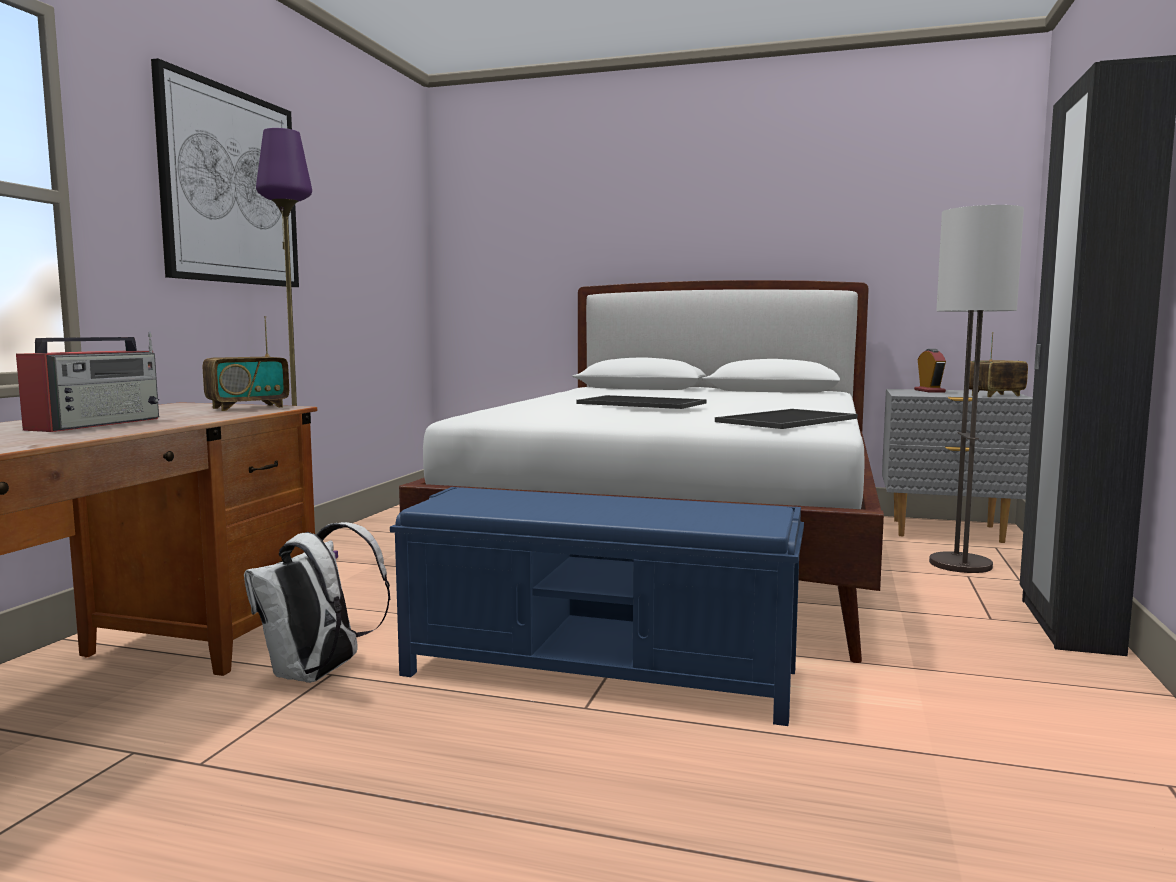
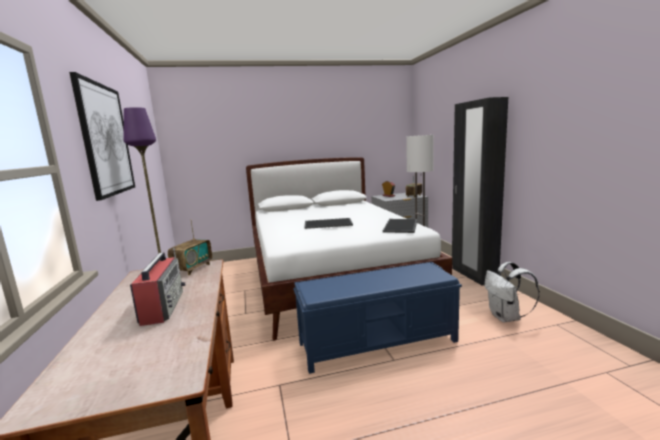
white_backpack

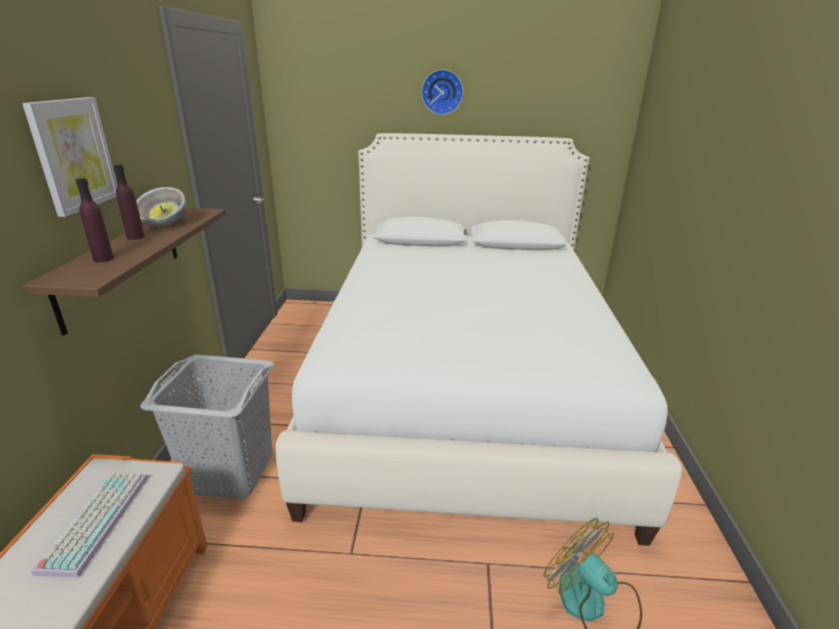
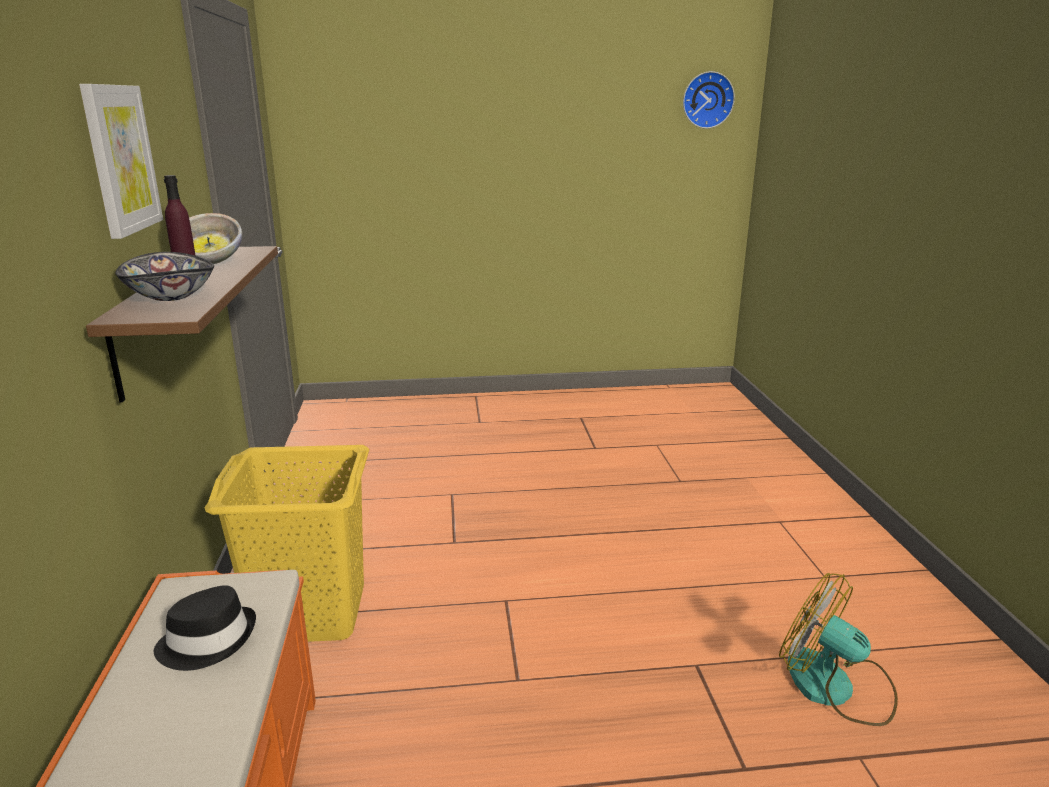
wall_clock
white_bed
bowl (1st from left)
yellow_laundry_basket
black_hat

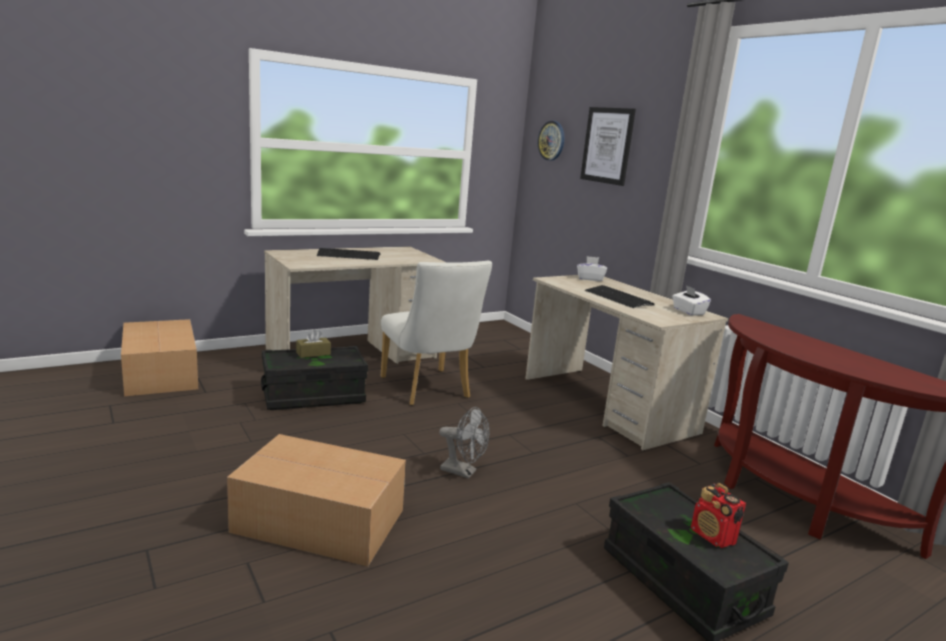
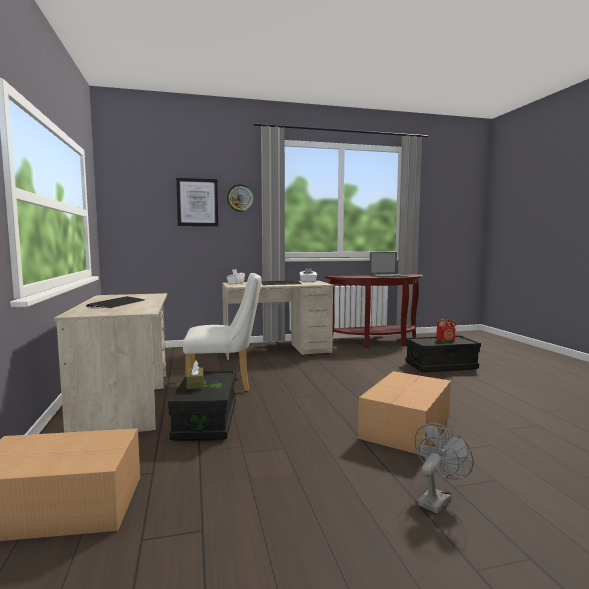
wall_clock
grey_fan
laptop

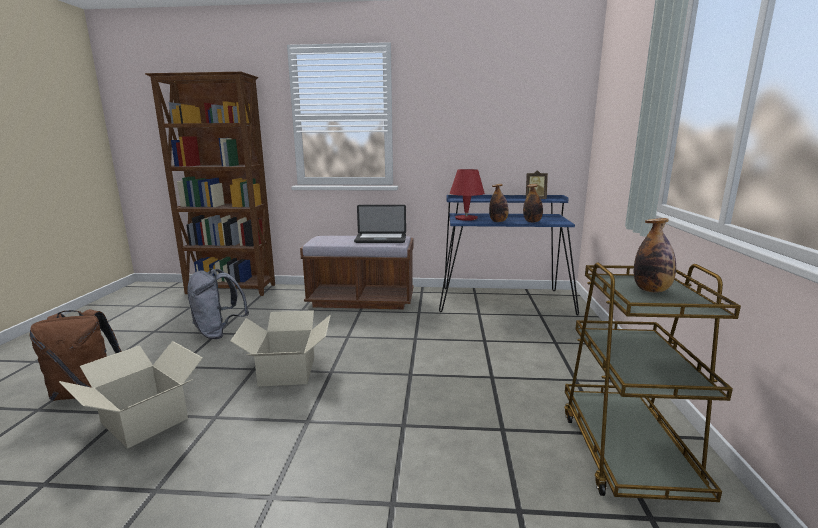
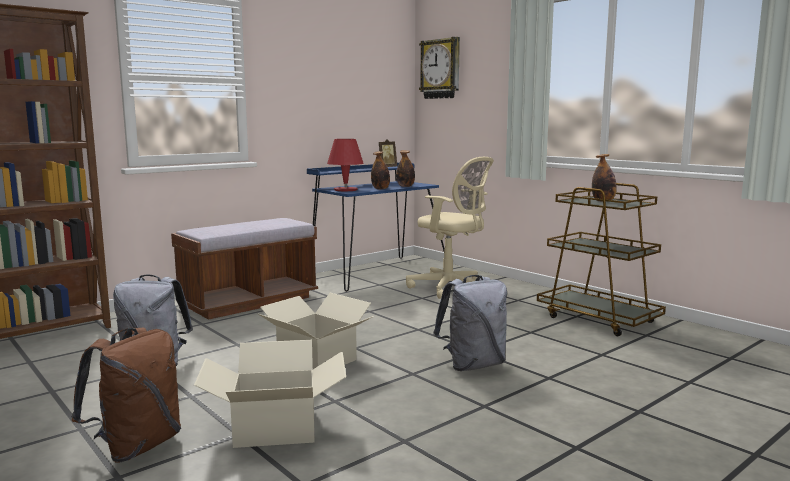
laptop
wall_clock
beige_office_chair
grey_backpack (2nd from left)

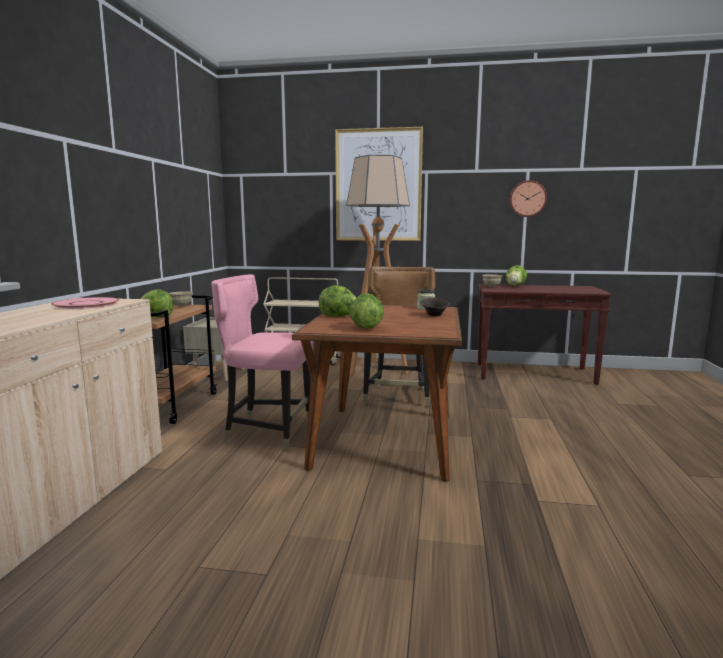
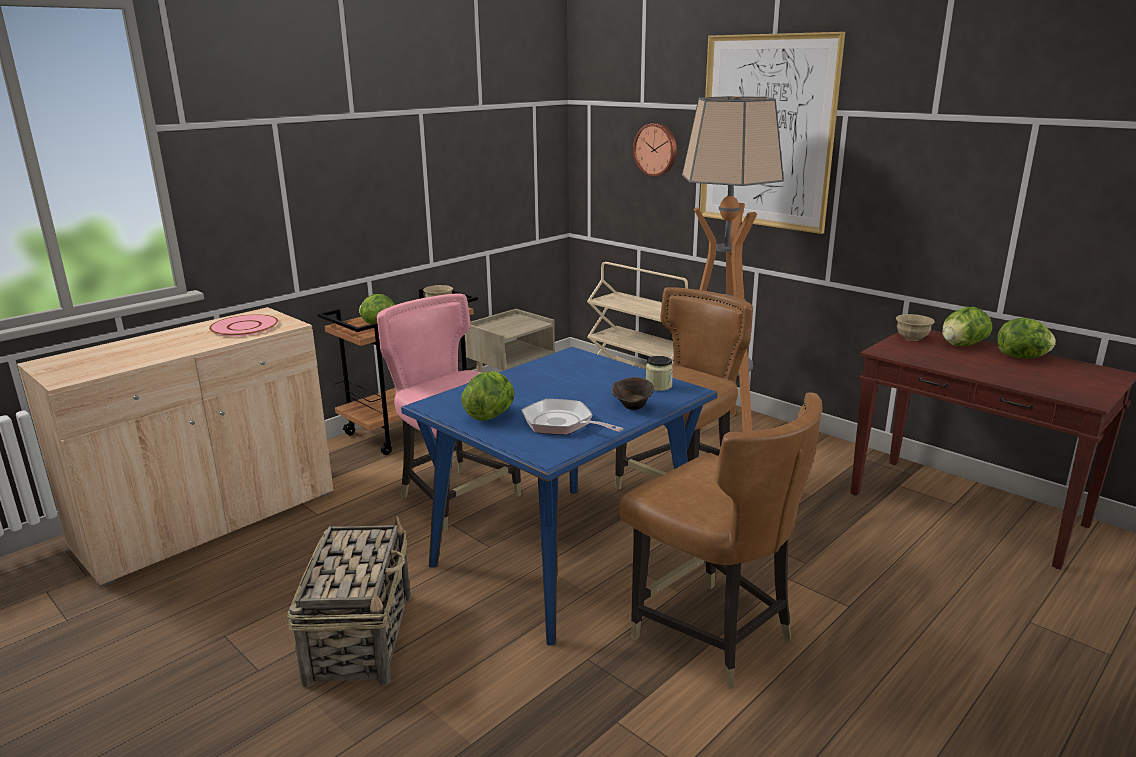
wall_clock
lettuce (4th from left)
blue_dining_table
brown_chair (2nd from left)
frying_pan
basket

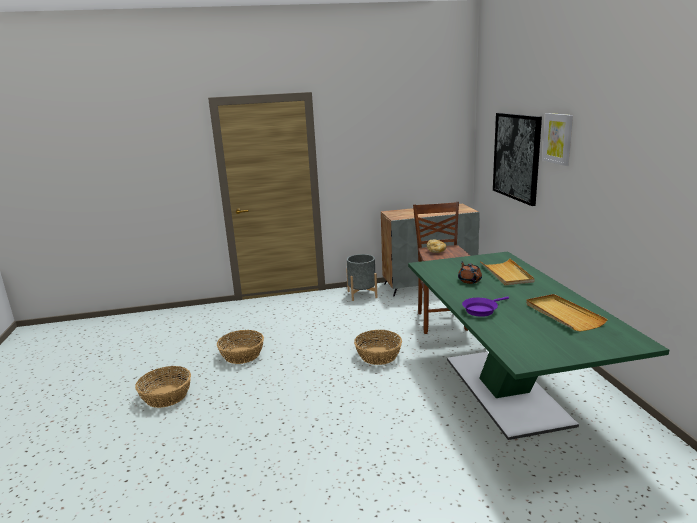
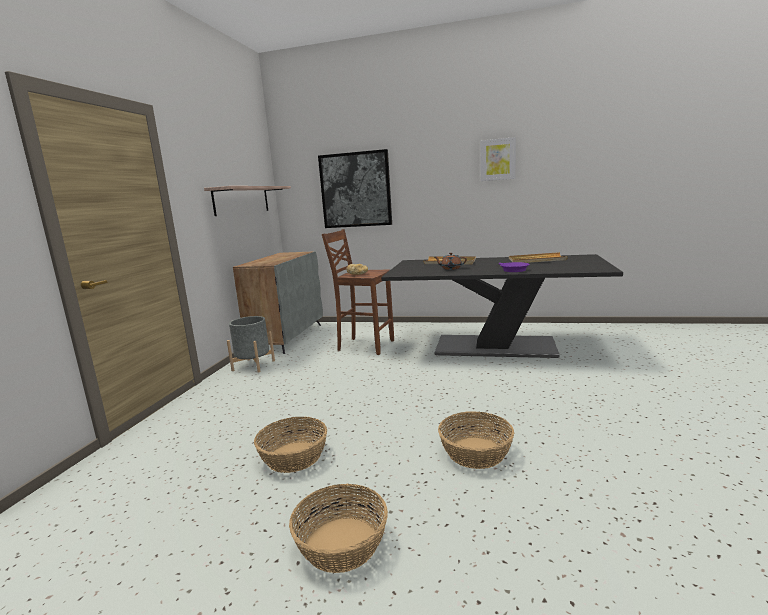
picture (2nd from left)
black_dining_table
basket (3rd from left)
shelf

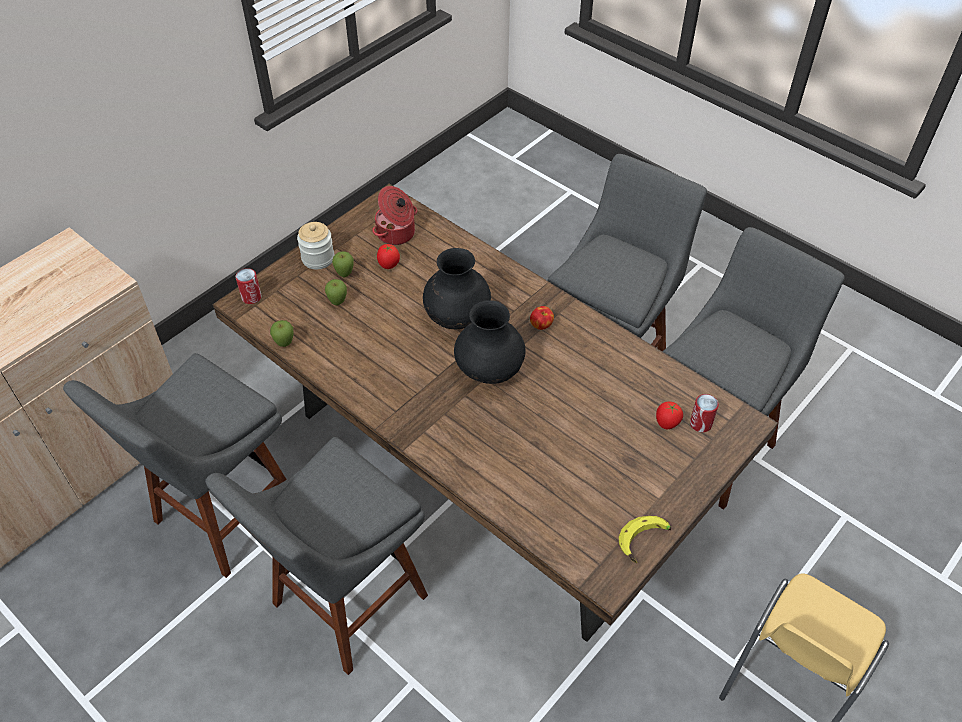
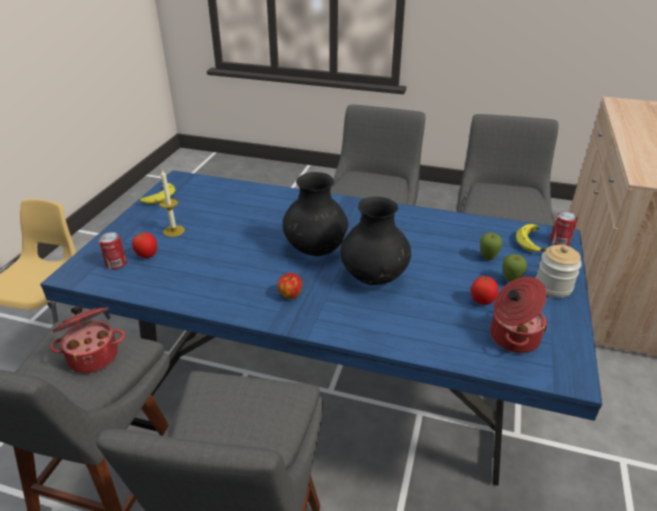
blue_dining_table
apple (1st from left in the first image)
candle
banana (2nd from left)
cooking_pot (1st from left)

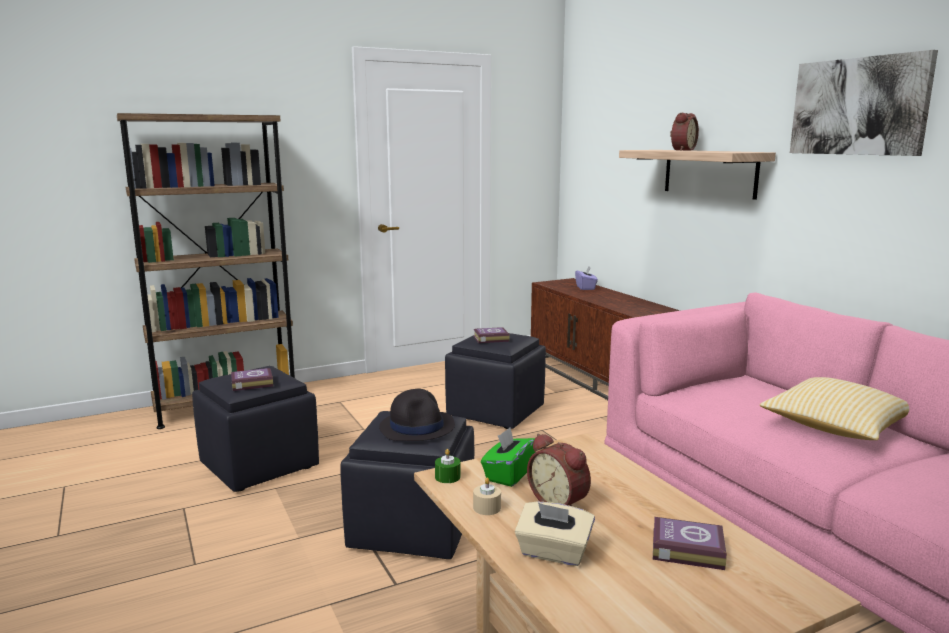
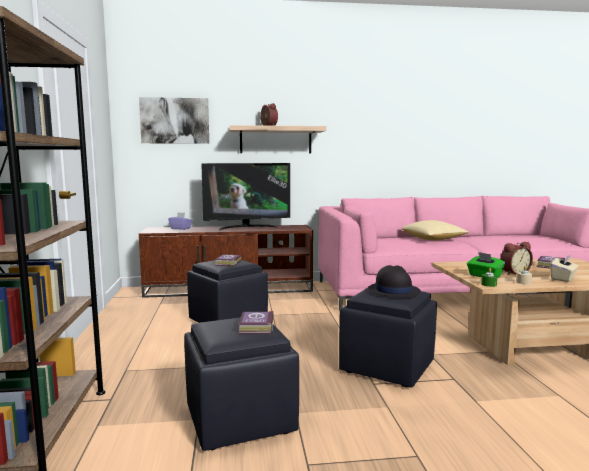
picture
television

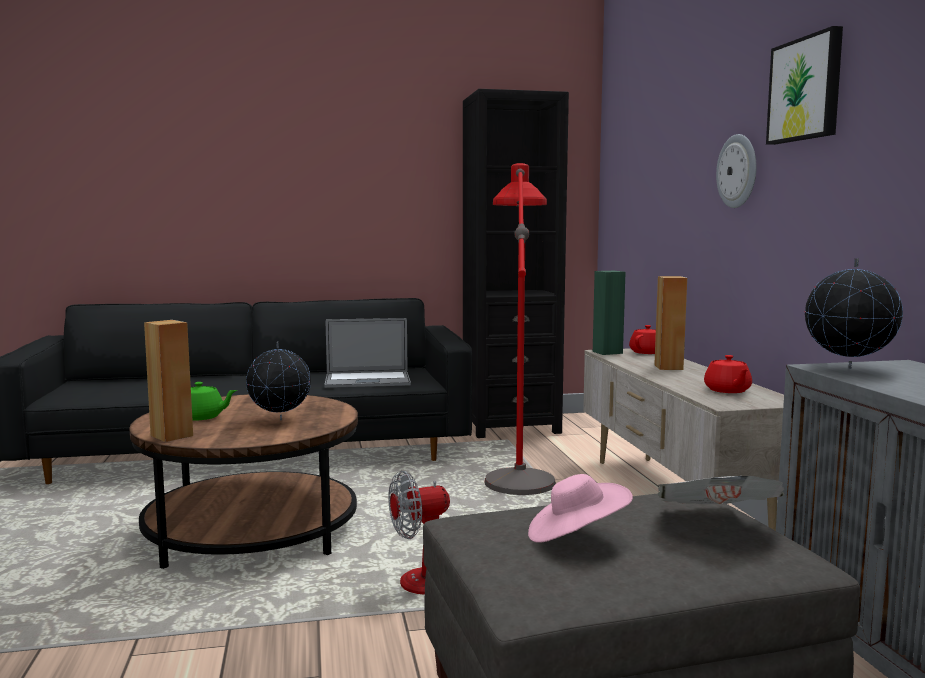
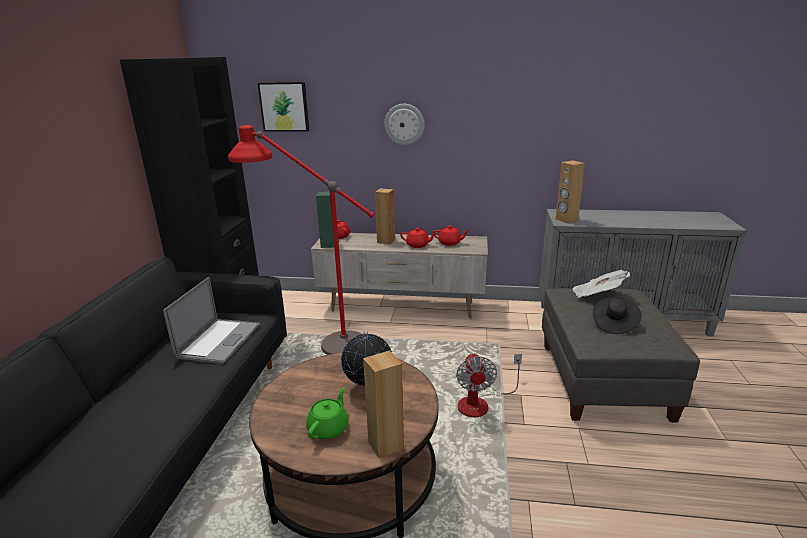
picture
brown_speaker (3rd from left)
black_hat
red_teapot (2nd from left)

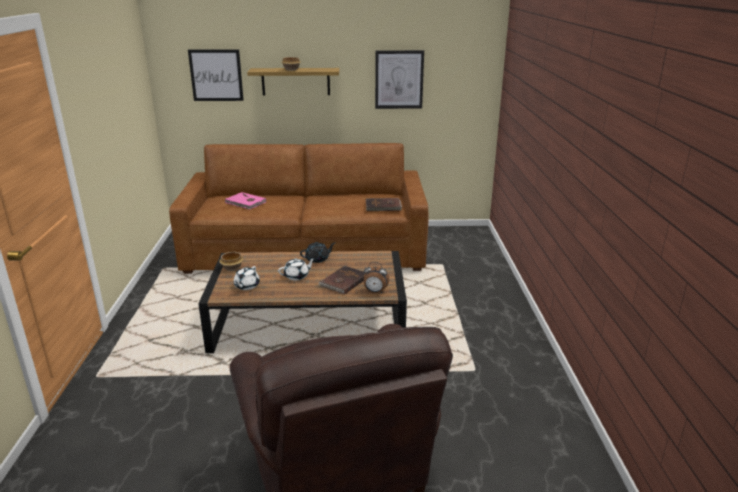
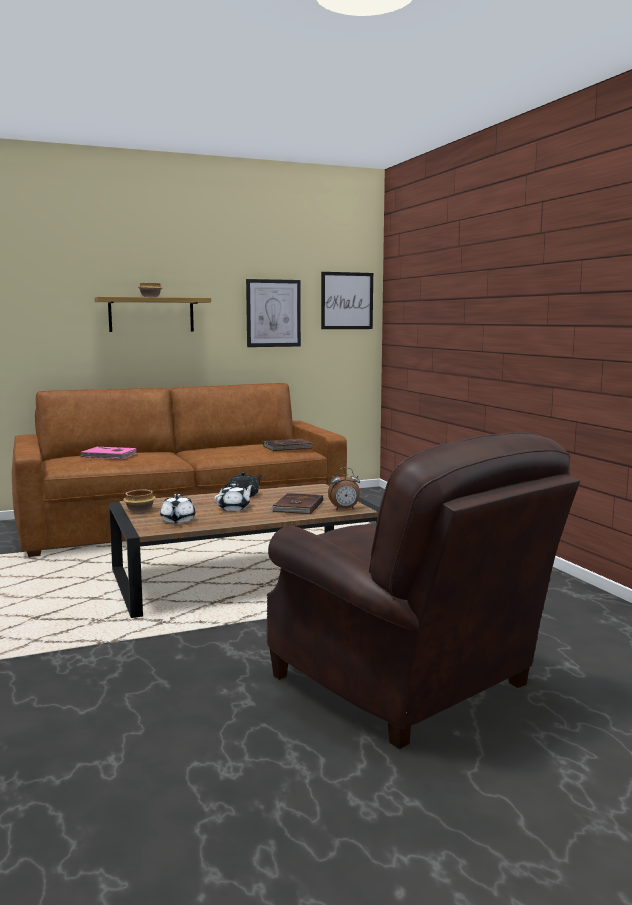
picture (2nd from left)

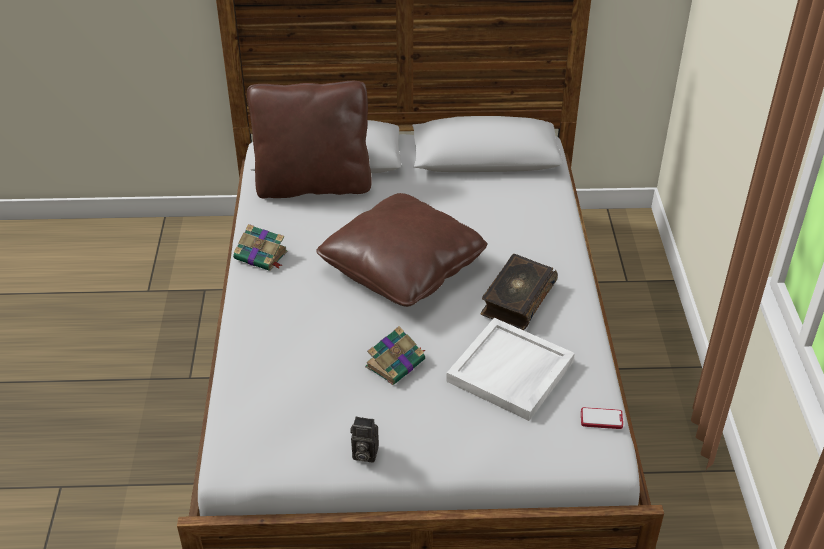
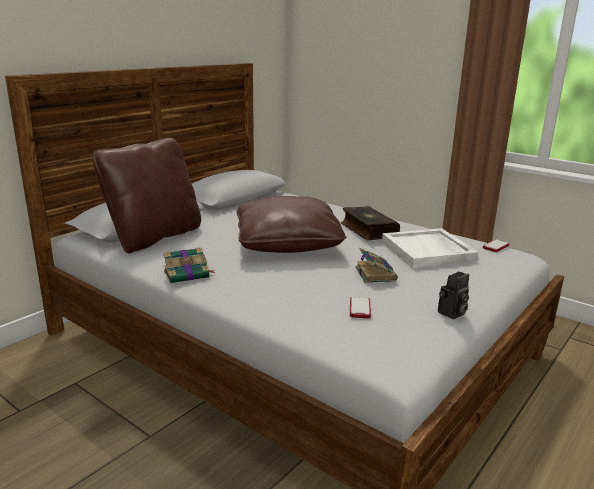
phone (1st from left)

